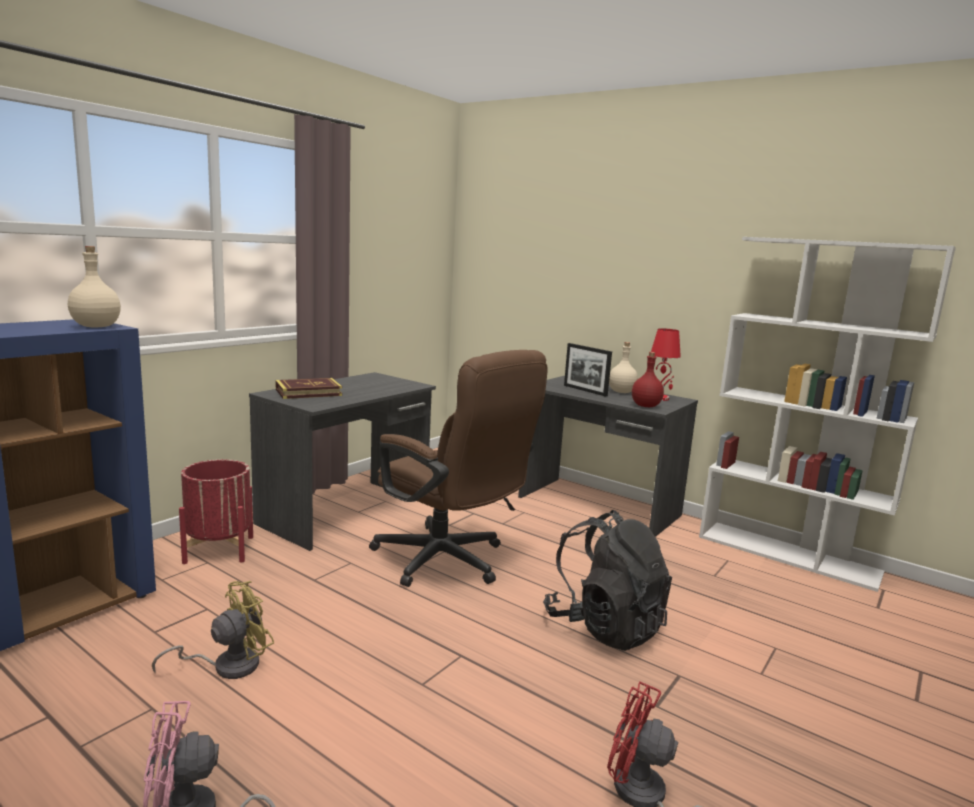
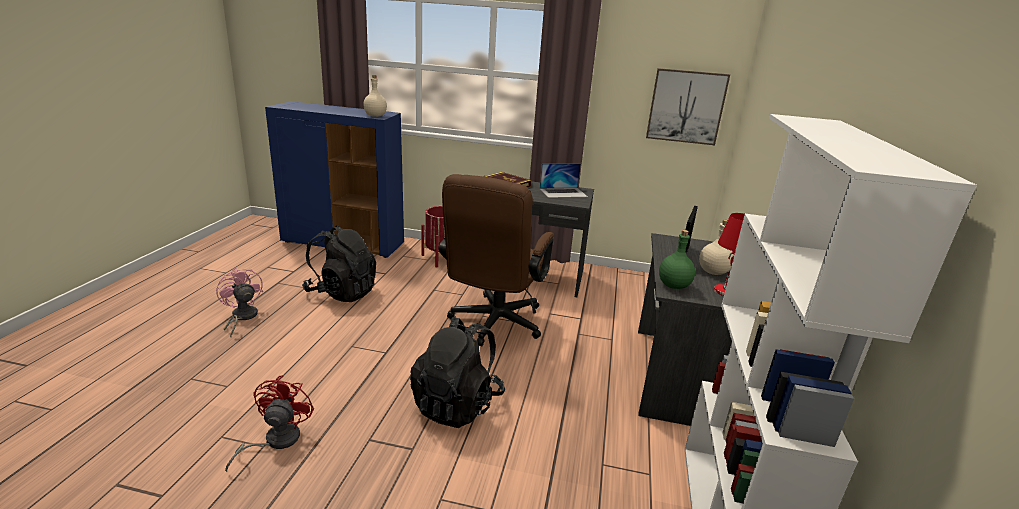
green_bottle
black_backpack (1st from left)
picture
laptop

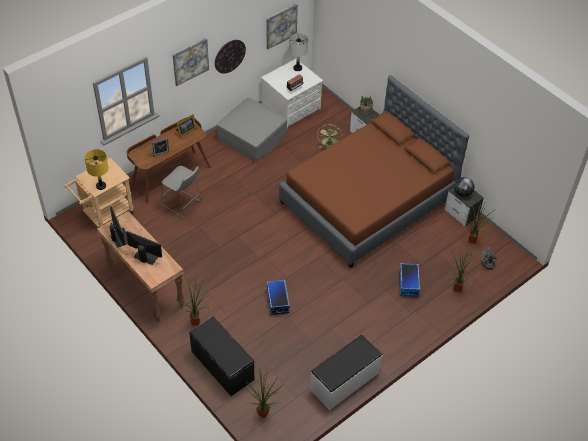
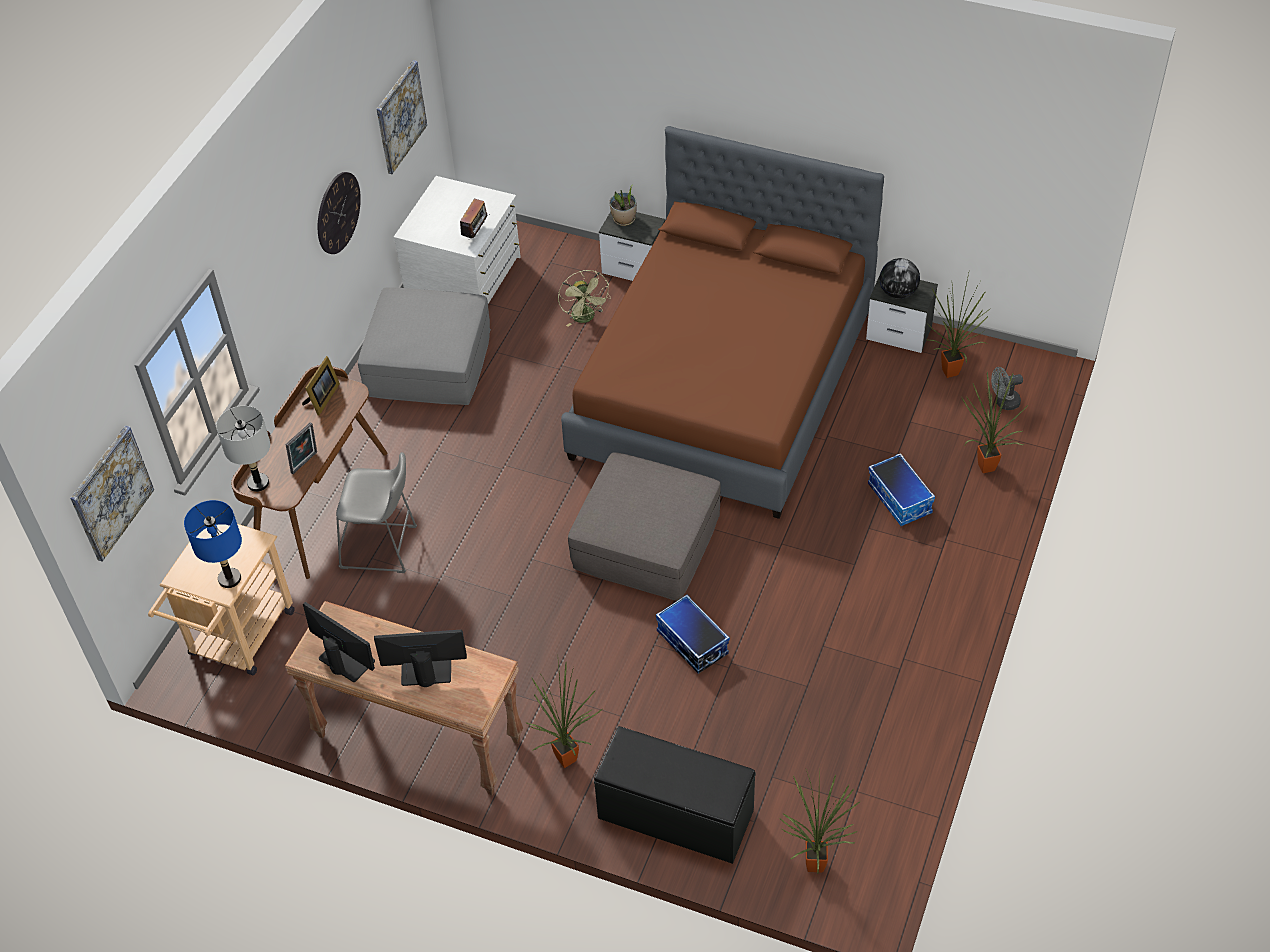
grey_table_lamp
picture (1st from left)
blue_table_lamp
white_bench
grey_ottoman (2nd from left)

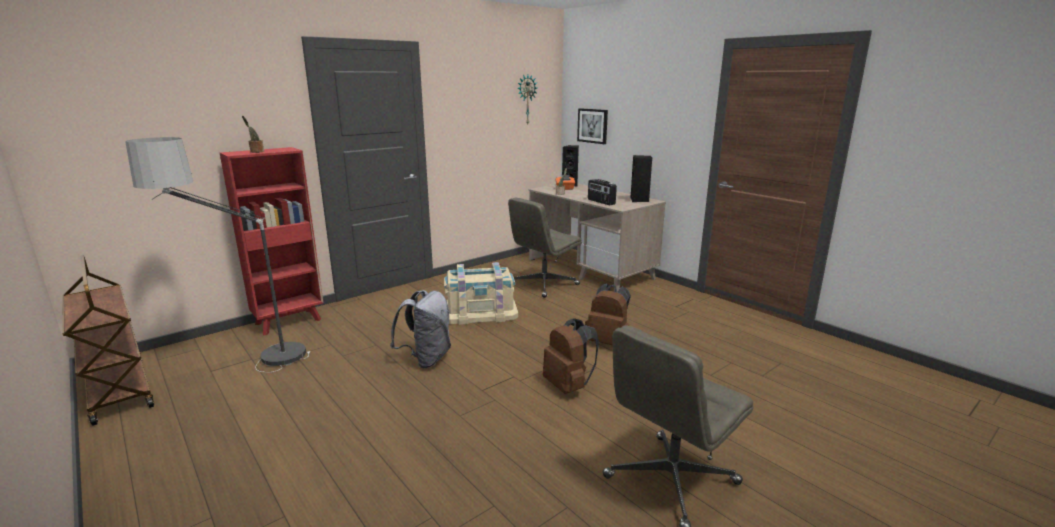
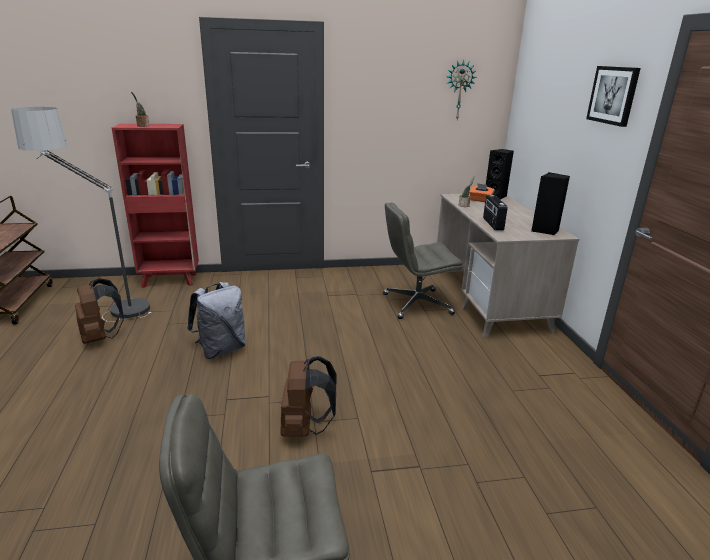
picture
beige_storage_box
brown_backpack (1st from left)

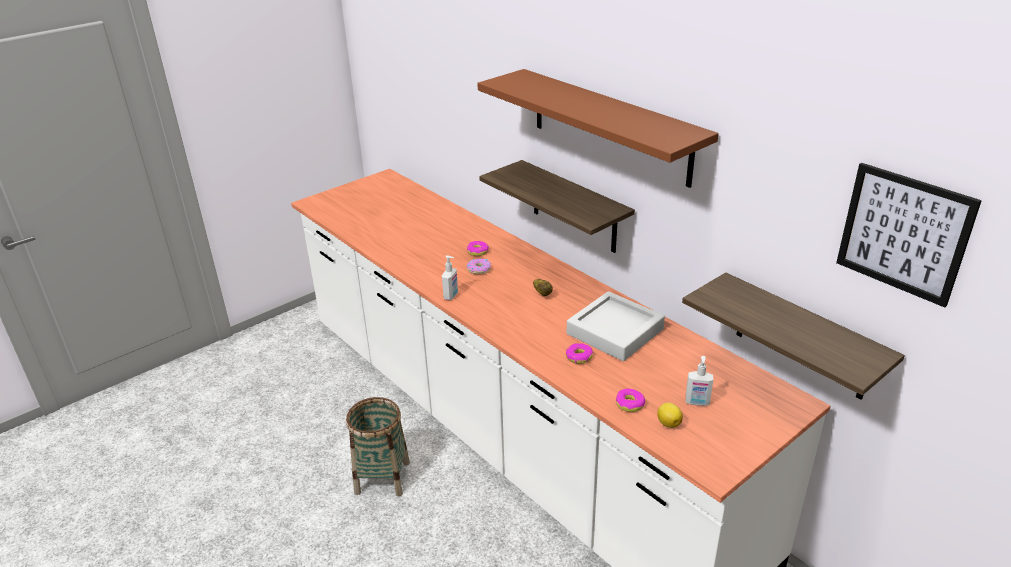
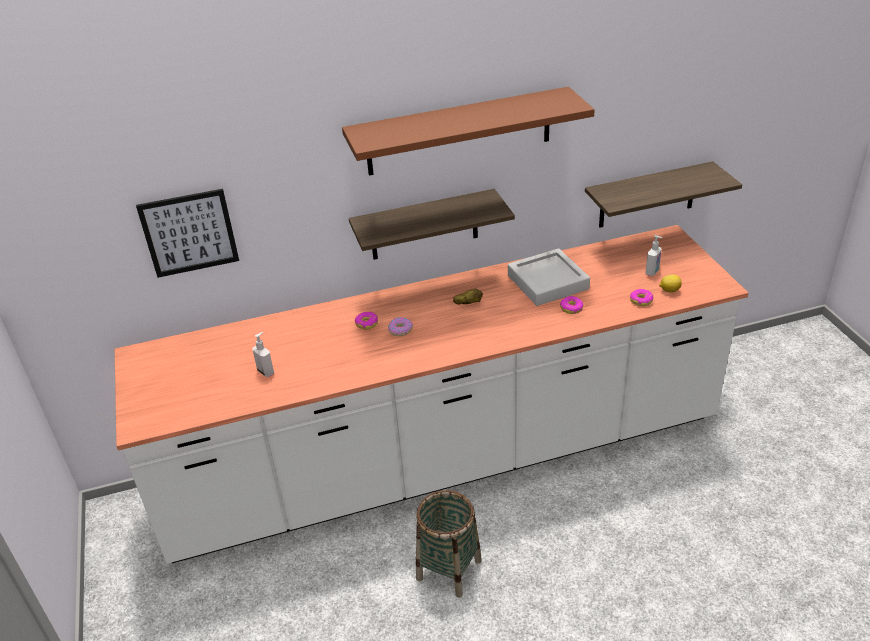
picture
soap_dispenser (1st from left)

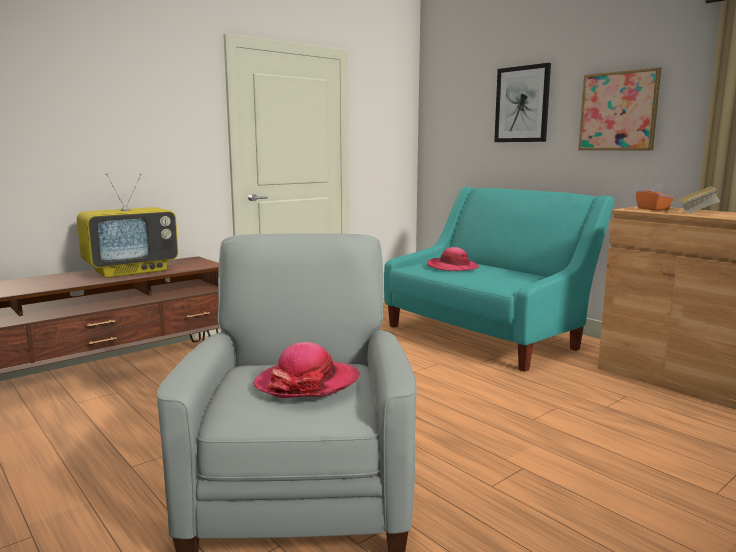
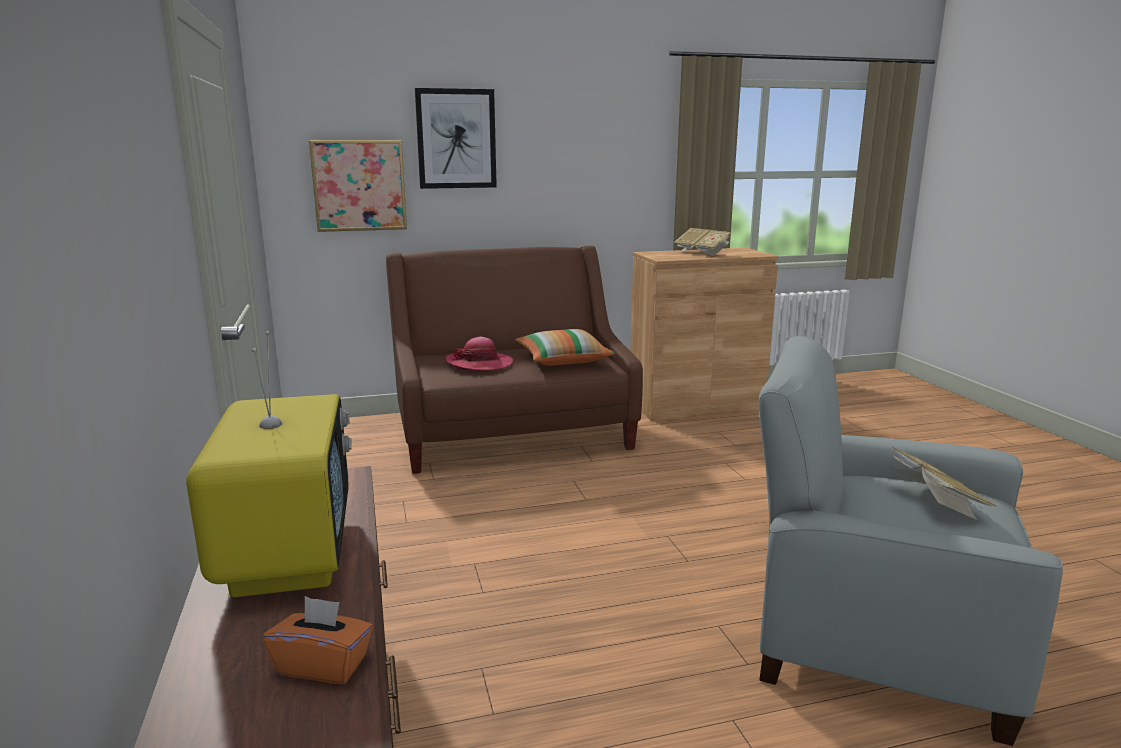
picture (1st from left)
orange_tissue_box
brown_sofa
book (2nd from left)
pillow

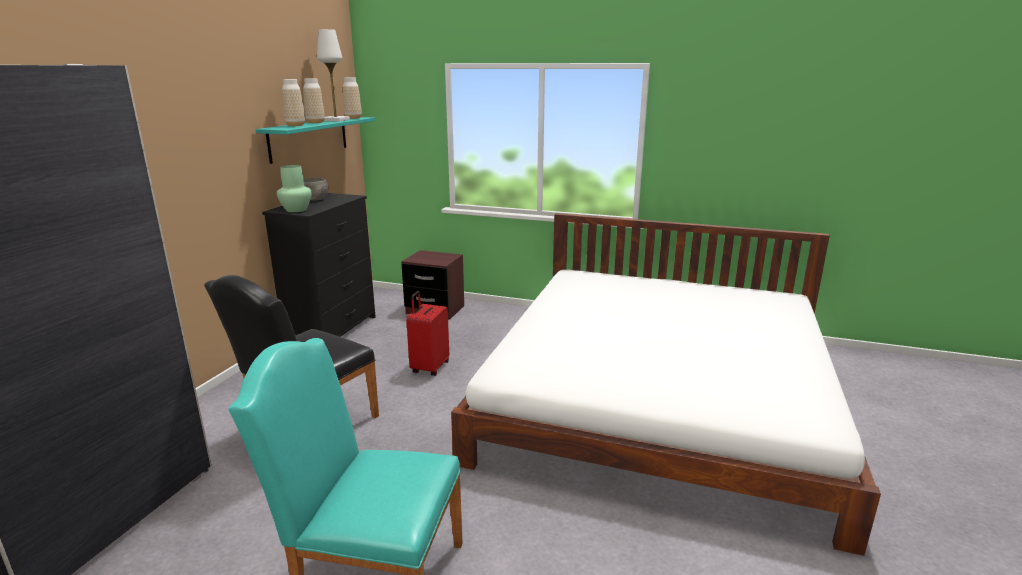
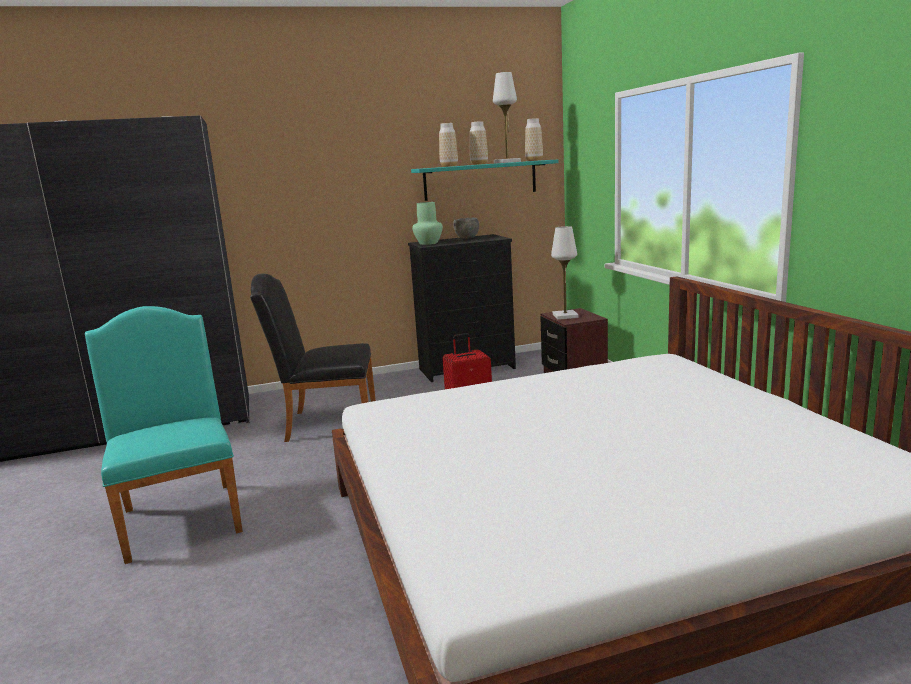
white_table_lamp (2nd from left)

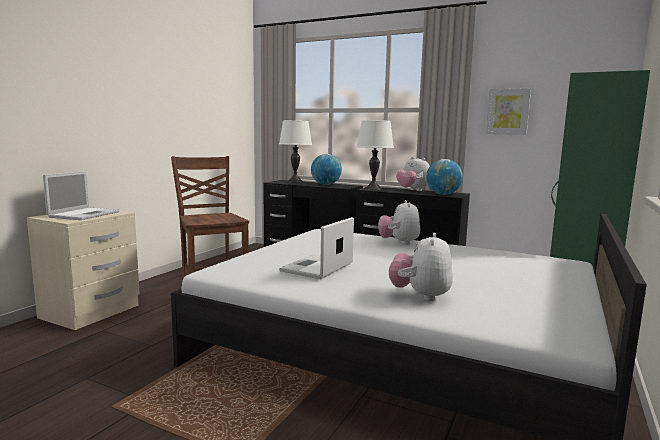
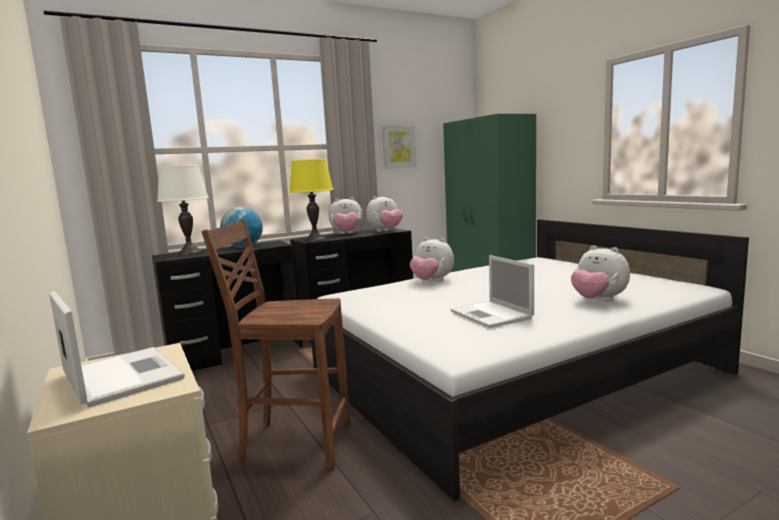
yellow_table_lamp
plush_toy (2nd from left)

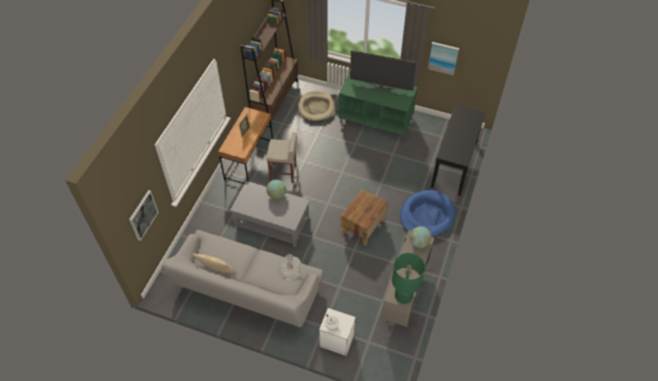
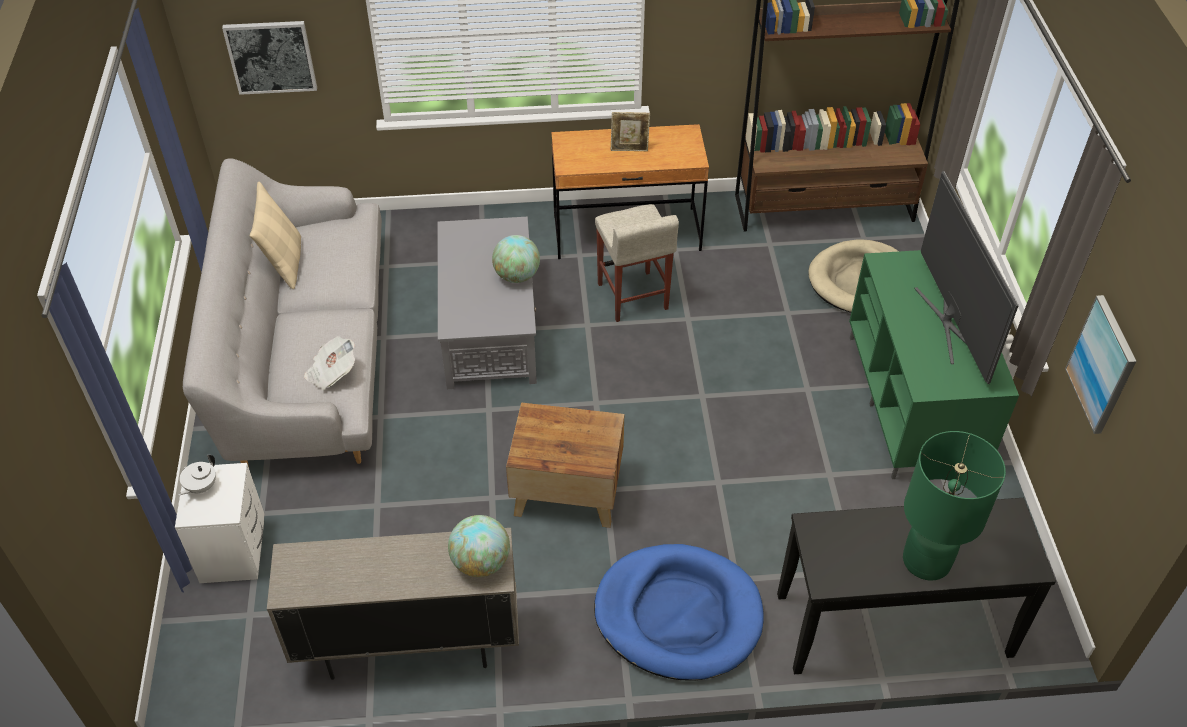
green_table_lamp

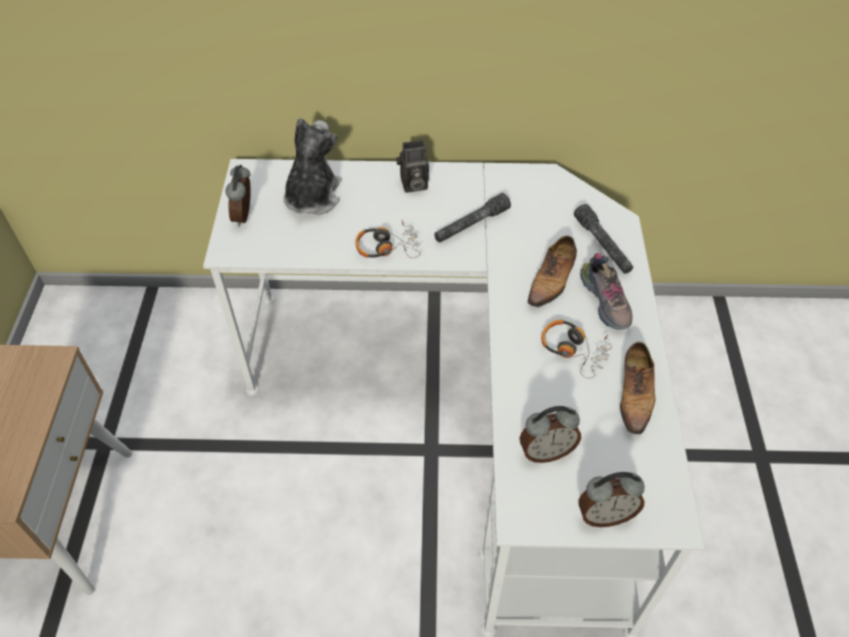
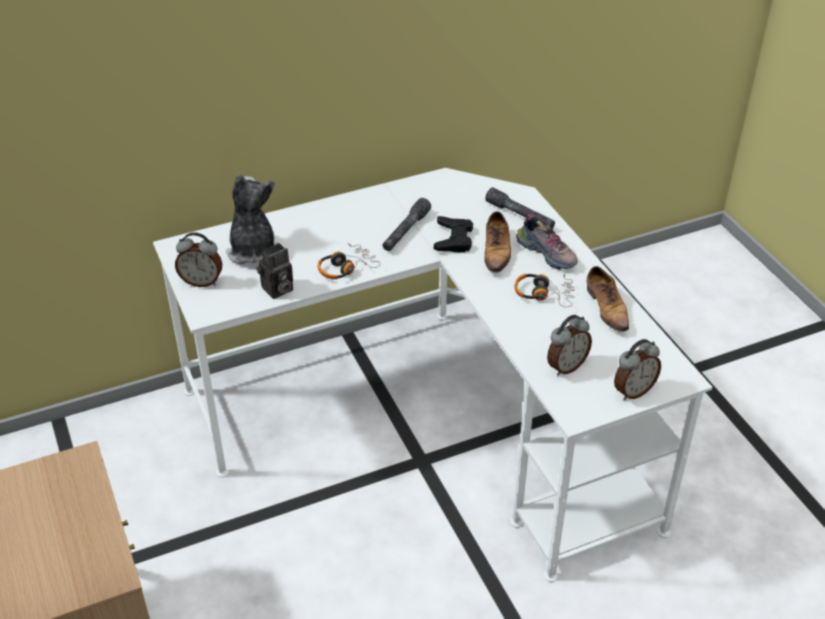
photo_camera
alarm_clock (1st from left)
black_game_controller

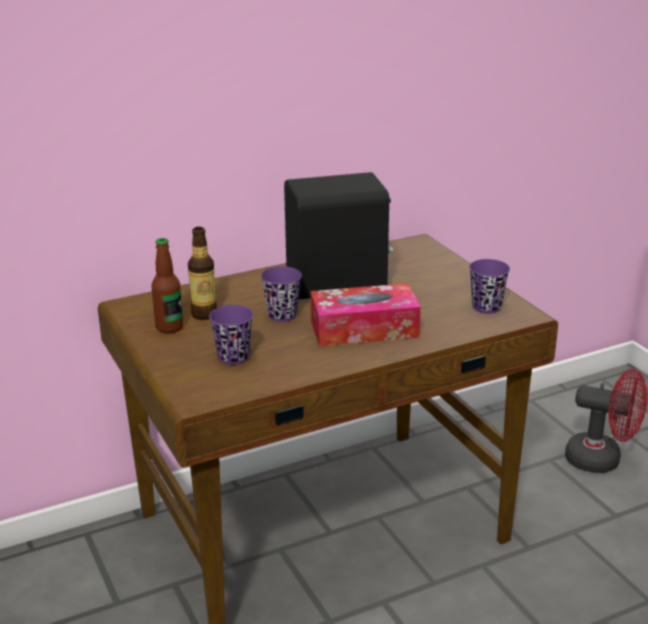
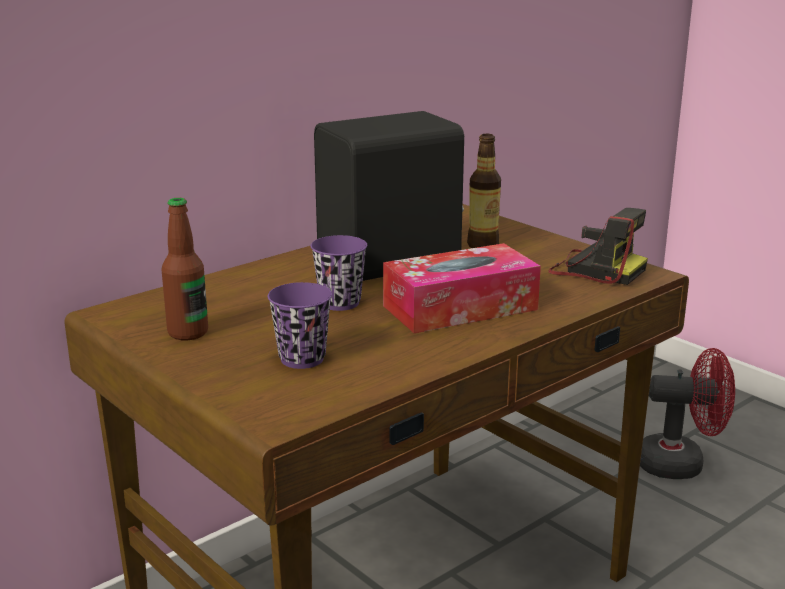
bottle (2nd from left)
photo_camera

